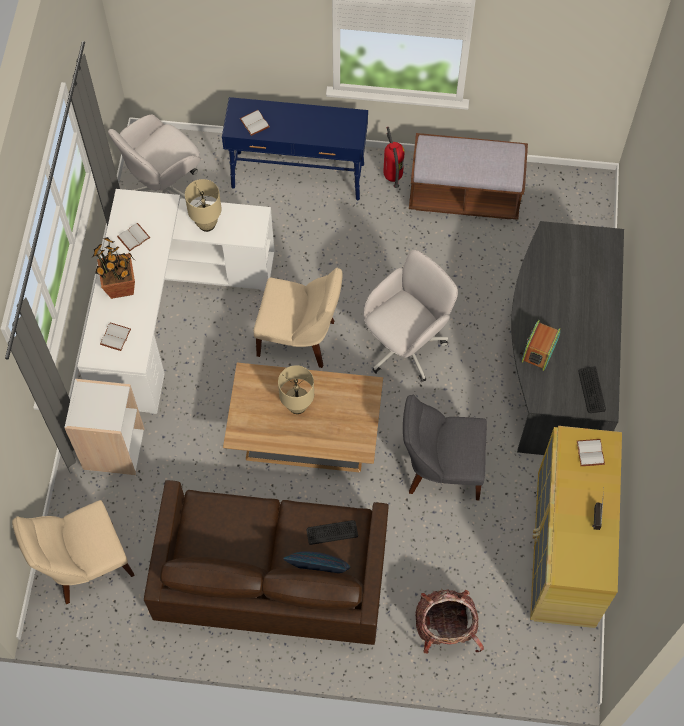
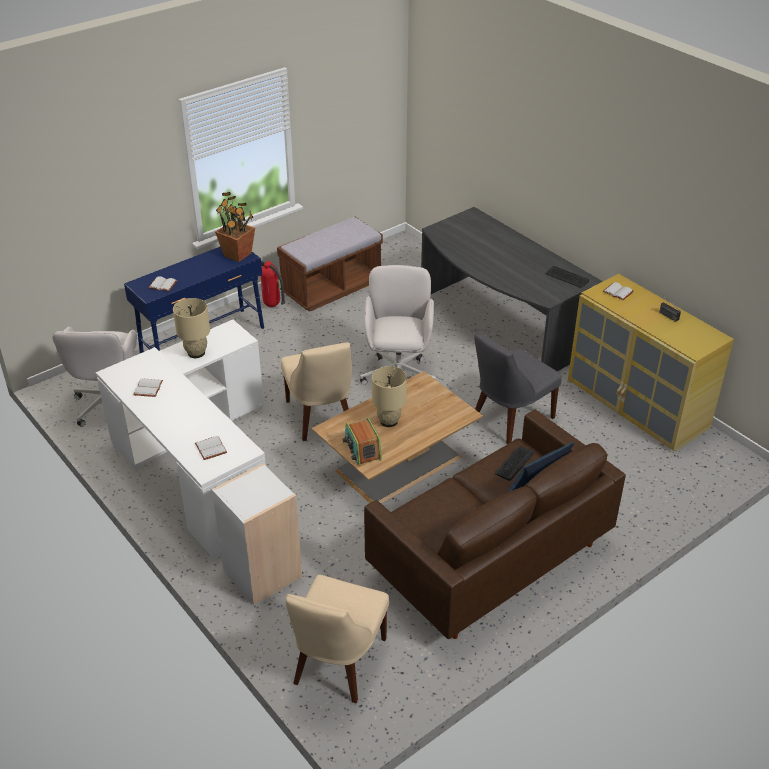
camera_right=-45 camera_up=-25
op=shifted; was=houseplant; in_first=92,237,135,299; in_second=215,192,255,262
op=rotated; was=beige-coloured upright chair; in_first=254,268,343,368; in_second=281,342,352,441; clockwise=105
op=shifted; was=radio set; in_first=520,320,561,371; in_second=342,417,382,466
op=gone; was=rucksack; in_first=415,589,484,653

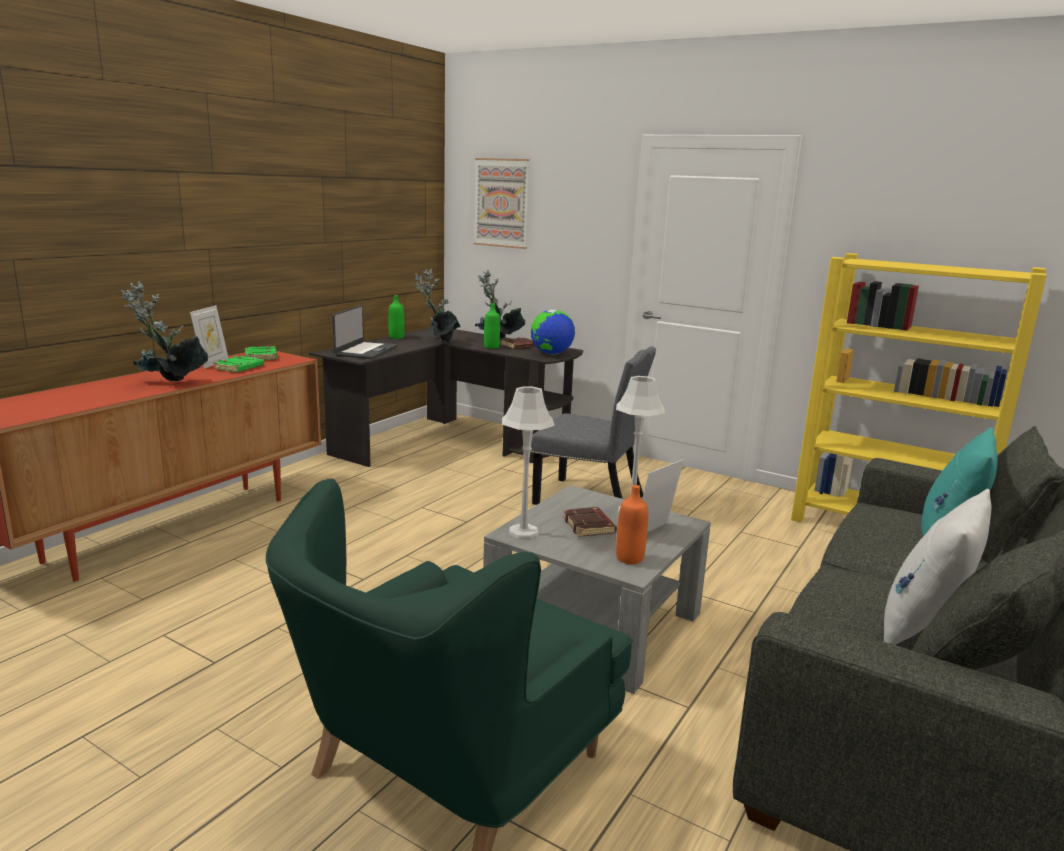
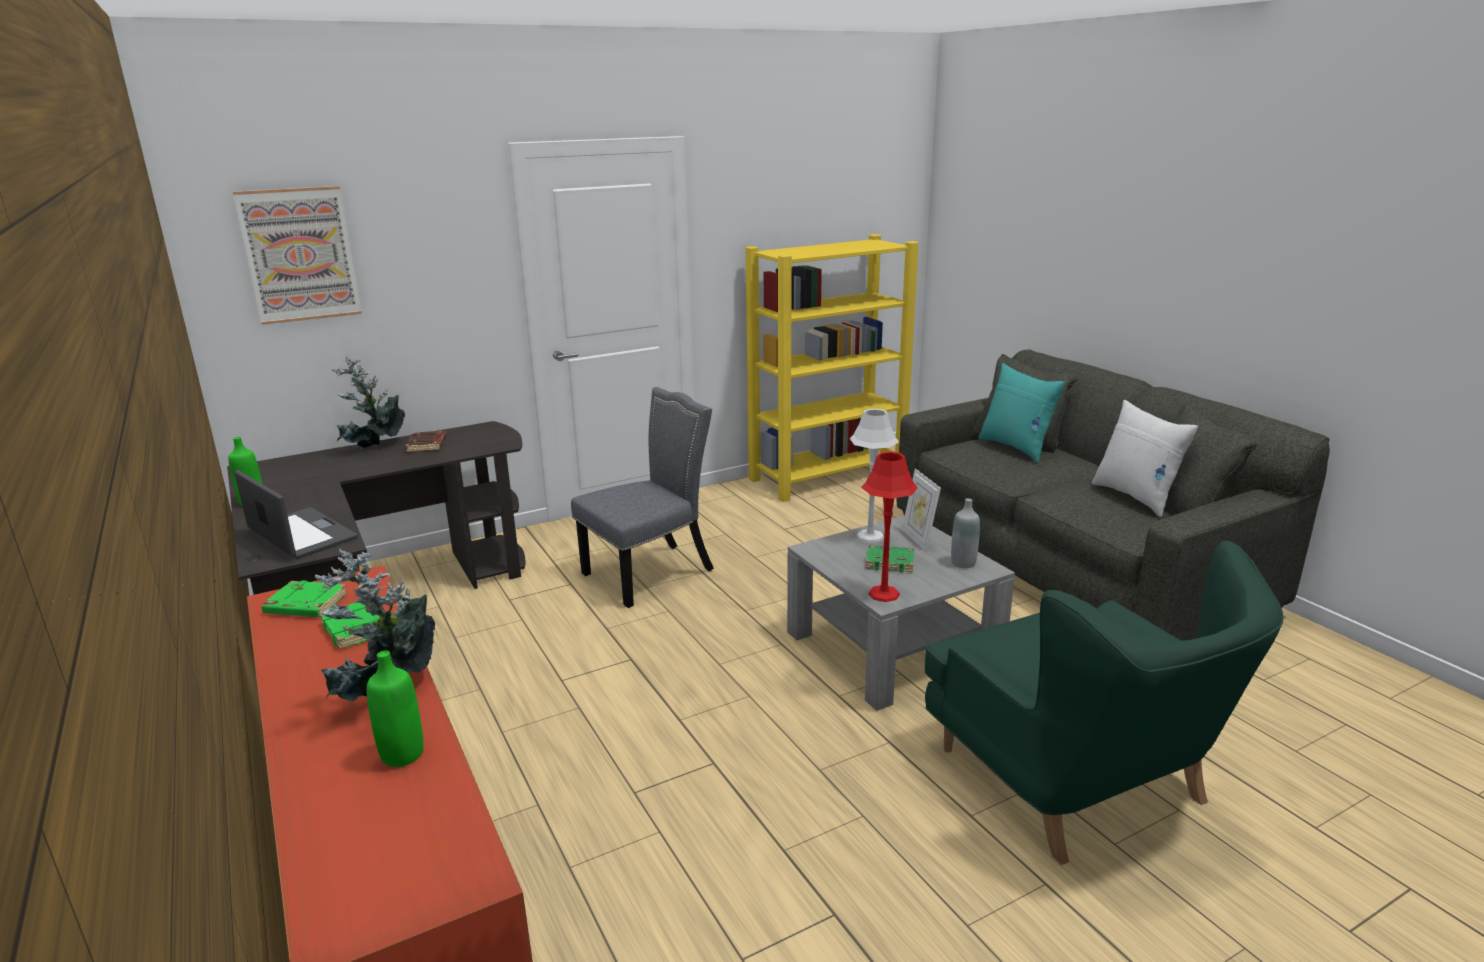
camera_right=-60 camera_up=5
op=shifted; was=greenish bottle; in_first=484,303,500,349; in_second=367,650,424,767
op=repainted; was=grey tabletop lamp; now=reddish tabletop lamp; in_first=502,386,555,538; in_second=861,451,918,602
op=repainted; was=brown-coloured bound book; now=greenish bound book; in_first=563,507,617,537; in_second=865,545,914,572
op=repainted; was=orange-coloured bottle; now=grey bottle; in_first=616,485,648,564; in_second=951,498,980,568
op=gone; was=photo frame; in_first=190,305,229,369
op=gone; was=houseplant; in_first=414,269,460,341
op=gone; was=globe; in_first=531,310,575,354

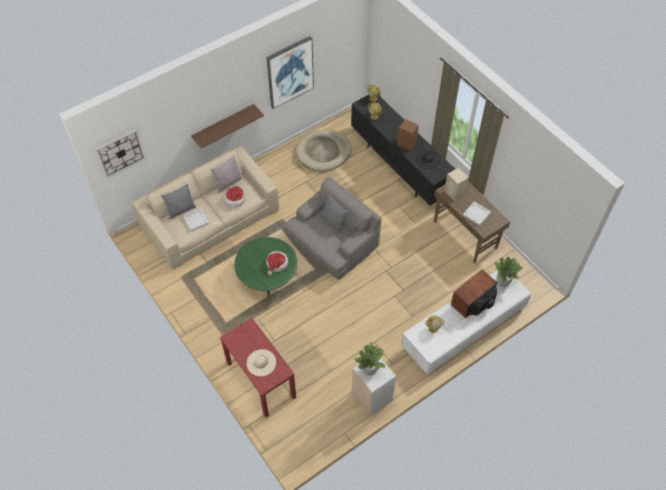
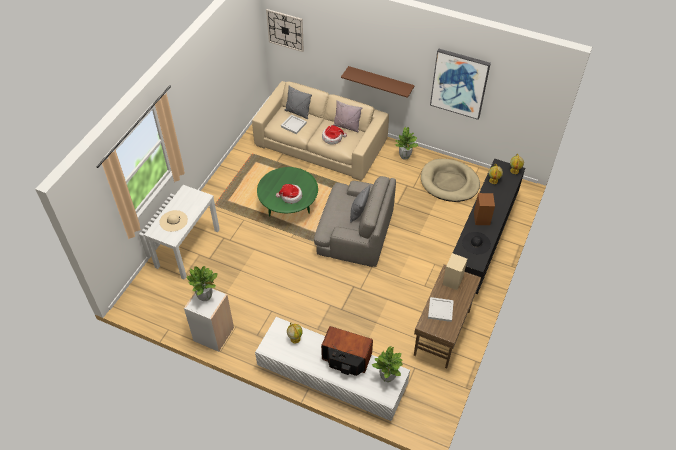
camera_right=60 camera_up=-5
op=repainted; was=reddish hall table; now=whitish hall table; in_first=220,318,296,418; in_second=144,185,220,280
op=new; now=houseplant; in_second=395,127,418,160

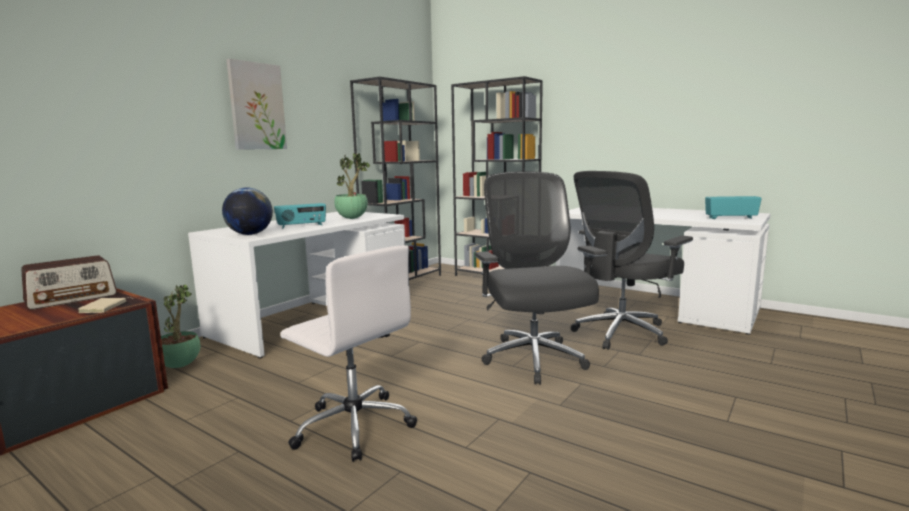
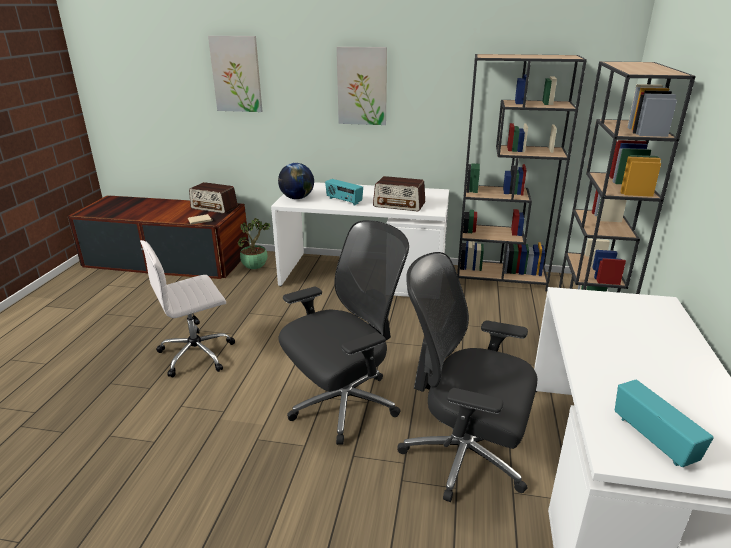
camera_right=65 camera_up=15
op=rotated; was=whitish computer chair; in_first=280,245,417,462; in_second=140,240,235,378; clockwise=45
op=new; now=wall picture; in_second=208,36,262,112
op=swapped; was=houseplant; now=radio set; in_first=334,153,370,219; in_second=373,176,425,211

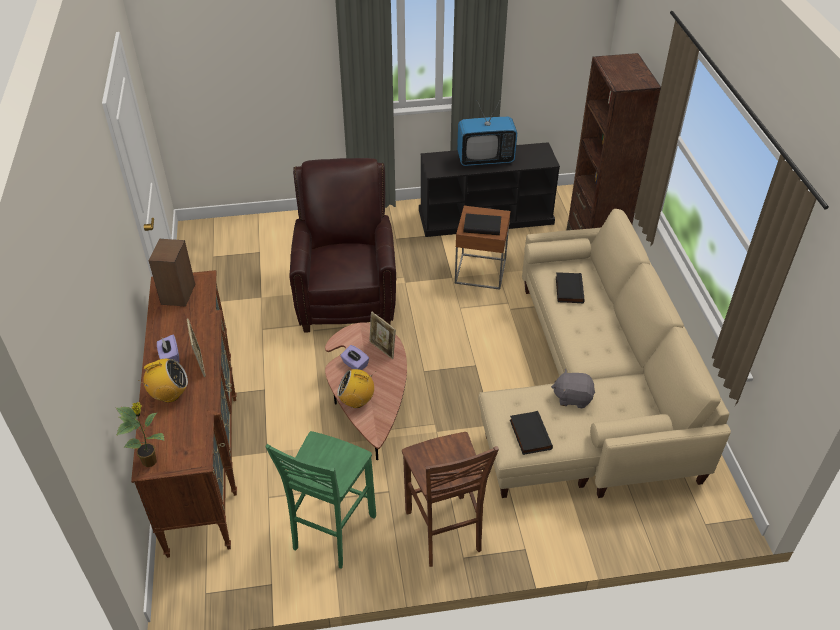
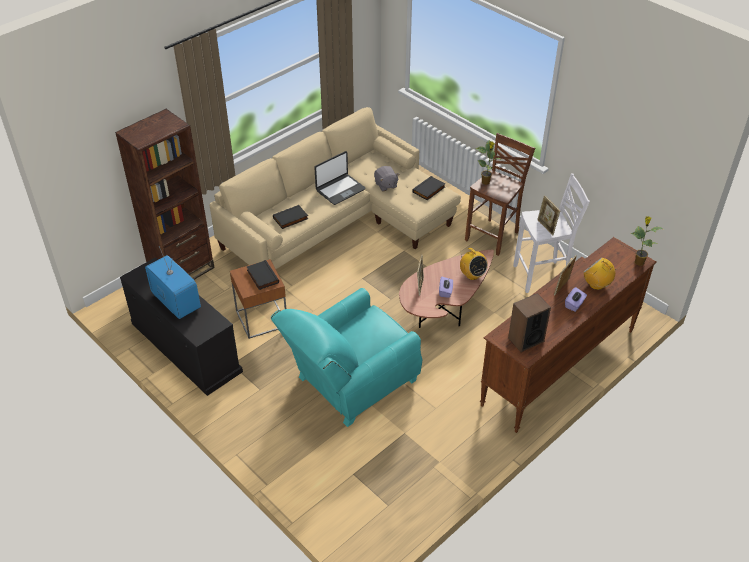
camera_right=-125 camera_up=0
op=repainted; was=brown-coloured lounge chair; now=turquoise-coloured lounge chair; in_first=289,158,397,333; in_second=271,288,422,427
op=new; now=notebook computer; in_second=314,151,366,205
op=new; now=houseplant; in_second=476,140,500,185
op=repainted; was=greenish sitting stool; now=whitish sitting stool; in_first=265,431,376,569; in_second=513,173,590,293
op=new; now=photo frame; in_second=537,195,560,235

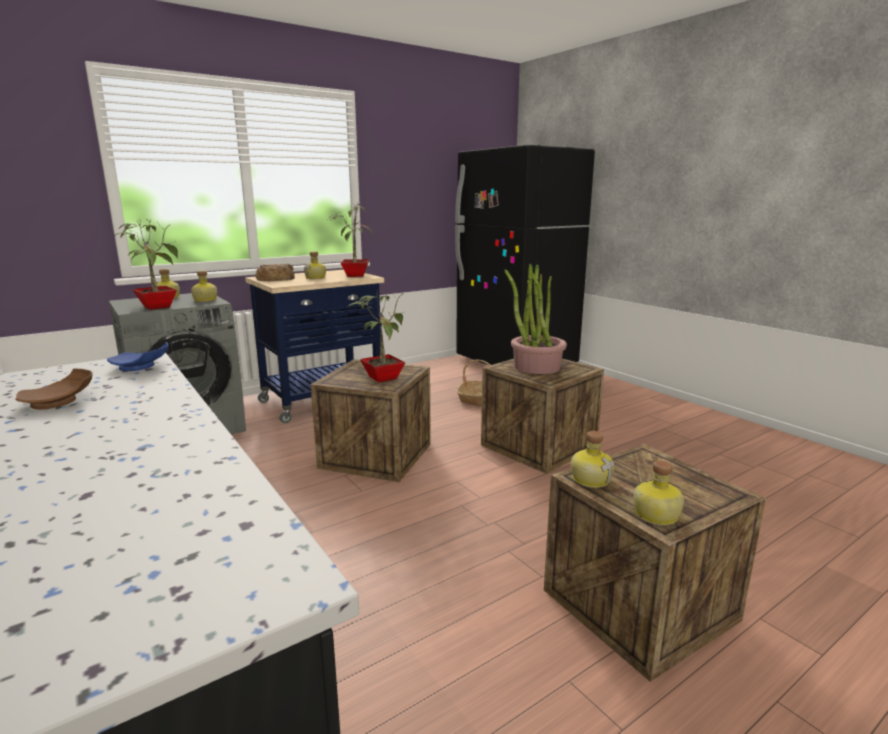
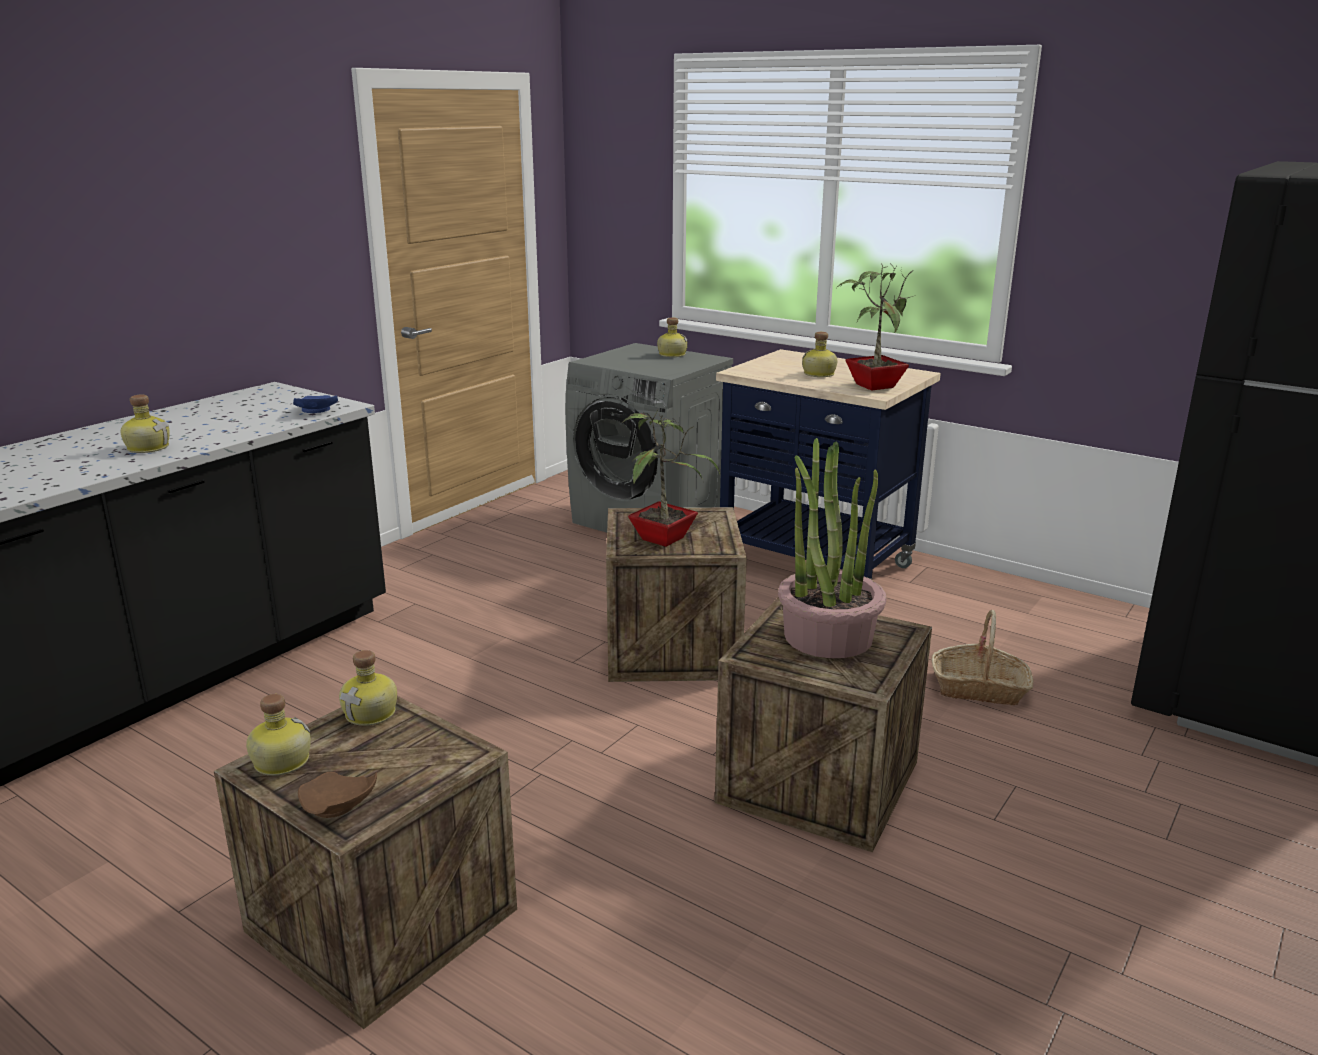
camera_right=70 camera_up=5
op=shifted; was=bottle; in_first=191,271,217,302; in_second=121,395,170,453
op=shifted; was=brown-coloured plate; in_first=15,368,93,410; in_second=298,772,377,818
op=gone; was=houseplant; in_first=112,218,178,310
op=gone; was=bakery bread; in_first=255,264,295,281

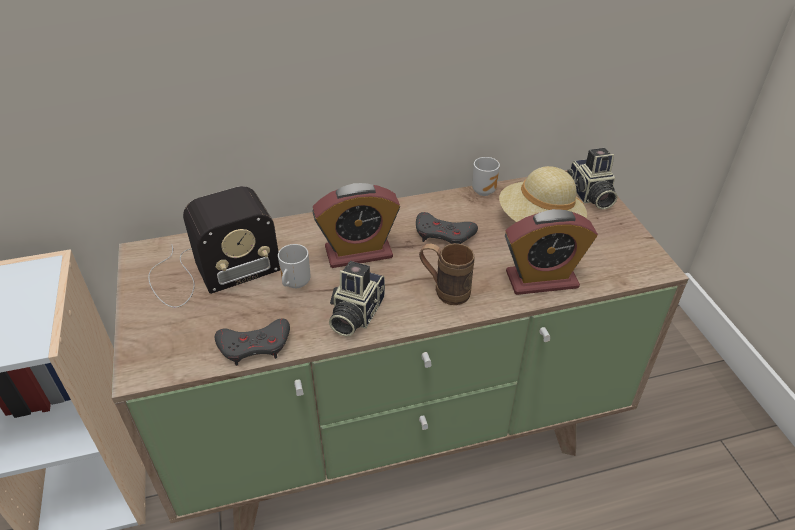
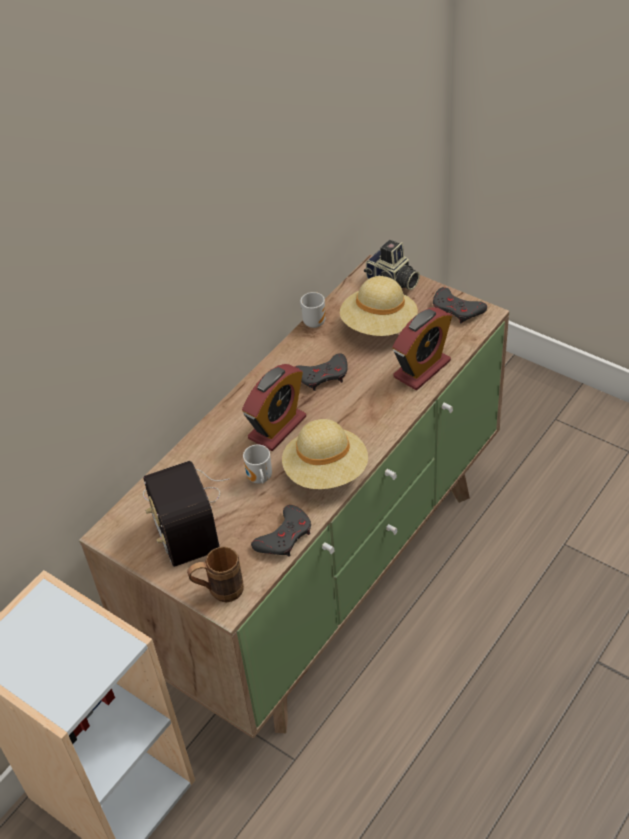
camera_right=-35 camera_up=5
op=rotated; was=radio set; in_first=148,186,280,308; in_second=143,461,230,567; clockwise=135
op=shifted; was=brown-coloured mug; in_first=419,243,475,305; in_second=187,546,244,602
op=swapped; was=photo camera; now=beige-coloured wearable hat; in_first=329,261,385,336; in_second=282,419,368,489
op=new; now=grey gamepad; in_second=433,287,487,324

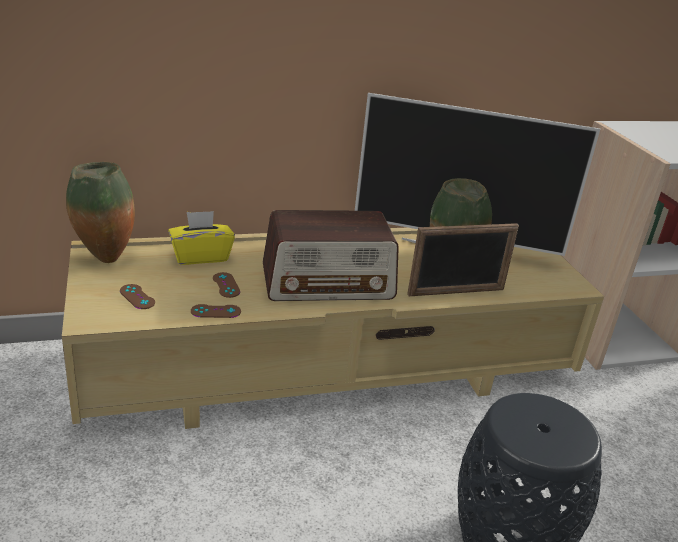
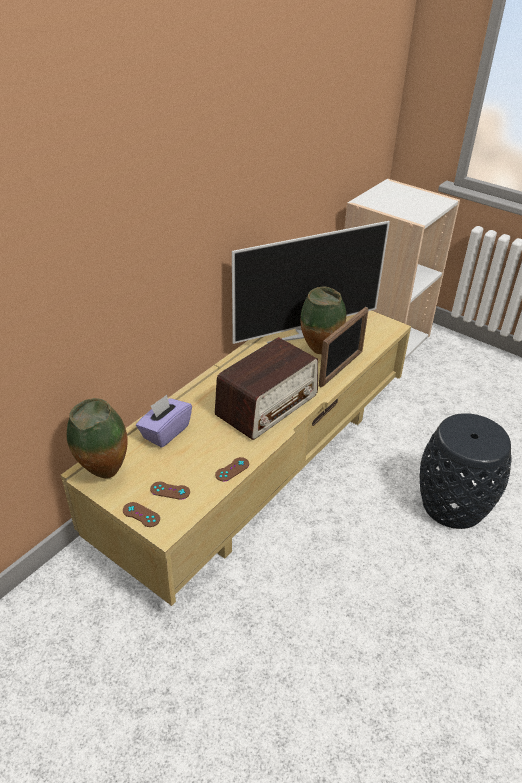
camera_right=-35 camera_up=10
op=shifted; was=brown-coloured gamepad; in_first=213,272,240,298; in_second=123,502,160,527
op=repainted; was=yellow-coloured tissue box; now=purple tissue box; in_first=168,211,235,265; in_second=136,394,192,448

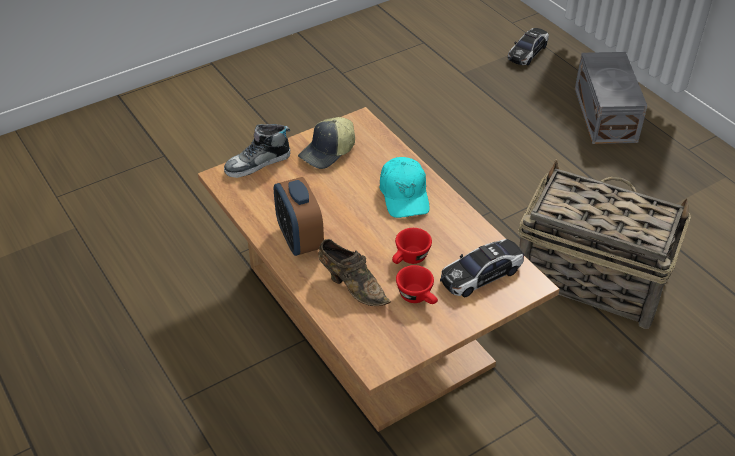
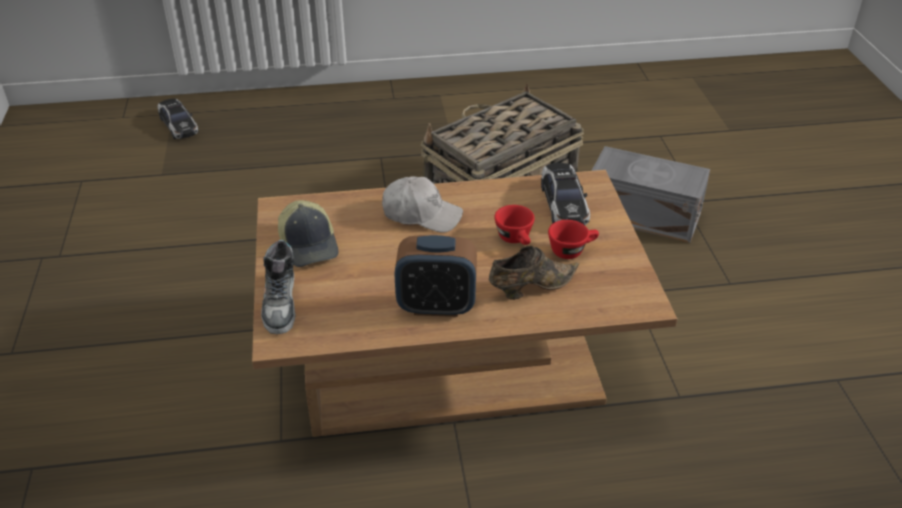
camera_right=-65 camera_up=-5
op=repainted; was=turquoise-coloured peaked cap; now=whitish peaked cap; in_first=379,157,430,218; in_second=382,176,463,233
op=shifted; was=grey storage box; in_first=575,52,647,144; in_second=592,146,710,243

